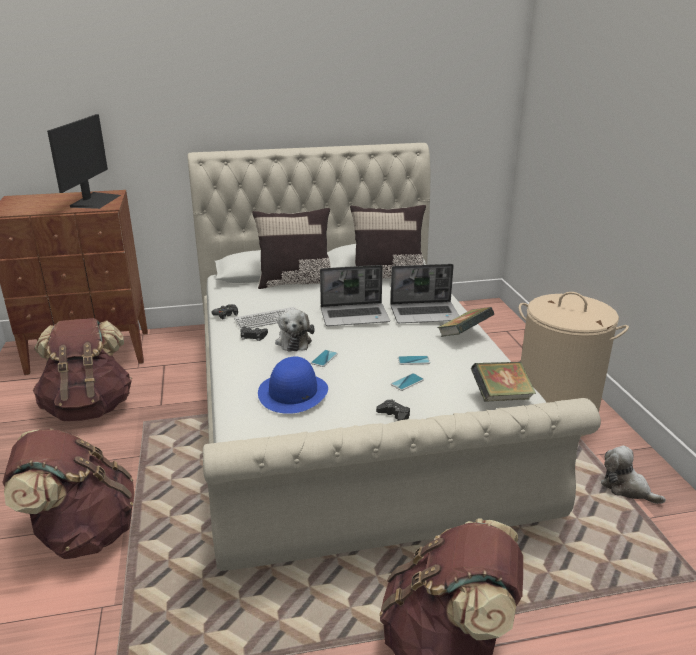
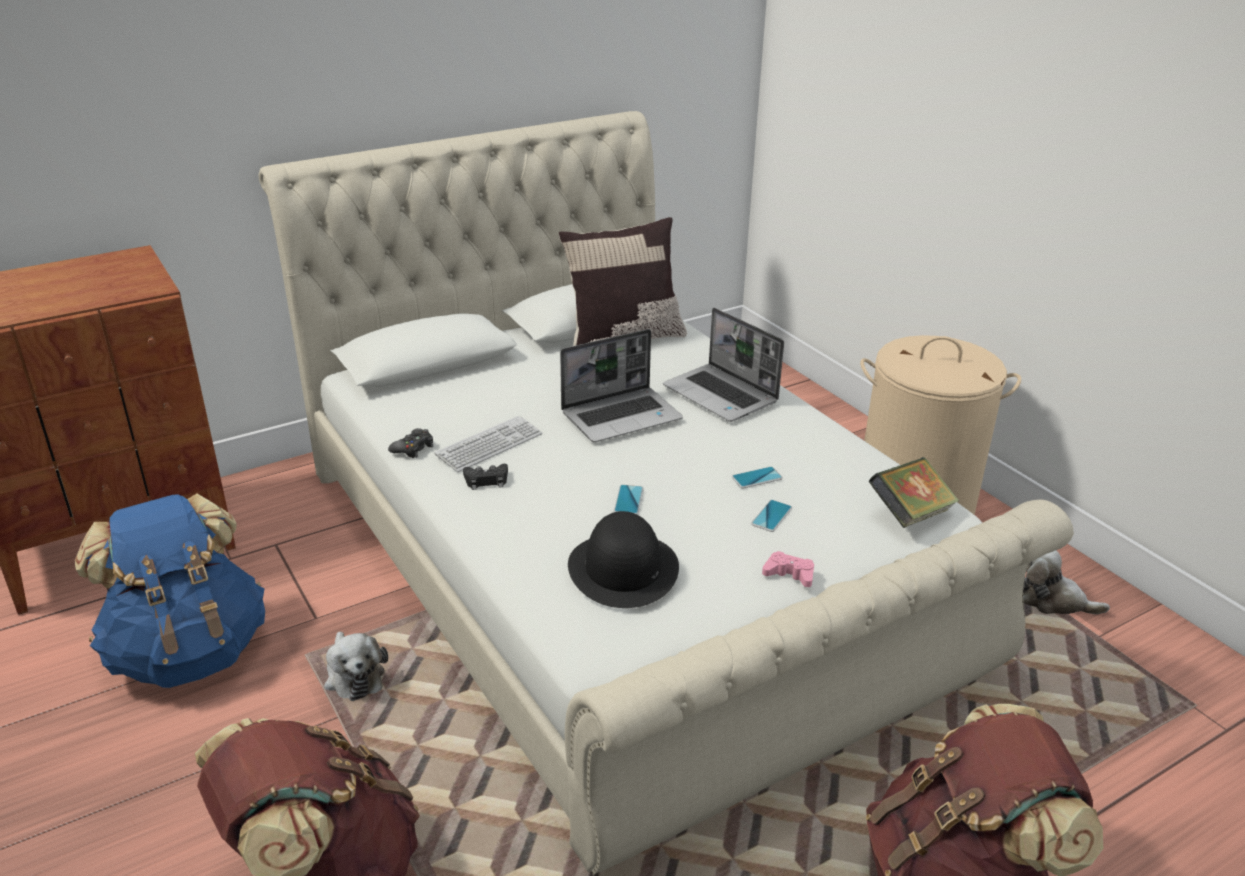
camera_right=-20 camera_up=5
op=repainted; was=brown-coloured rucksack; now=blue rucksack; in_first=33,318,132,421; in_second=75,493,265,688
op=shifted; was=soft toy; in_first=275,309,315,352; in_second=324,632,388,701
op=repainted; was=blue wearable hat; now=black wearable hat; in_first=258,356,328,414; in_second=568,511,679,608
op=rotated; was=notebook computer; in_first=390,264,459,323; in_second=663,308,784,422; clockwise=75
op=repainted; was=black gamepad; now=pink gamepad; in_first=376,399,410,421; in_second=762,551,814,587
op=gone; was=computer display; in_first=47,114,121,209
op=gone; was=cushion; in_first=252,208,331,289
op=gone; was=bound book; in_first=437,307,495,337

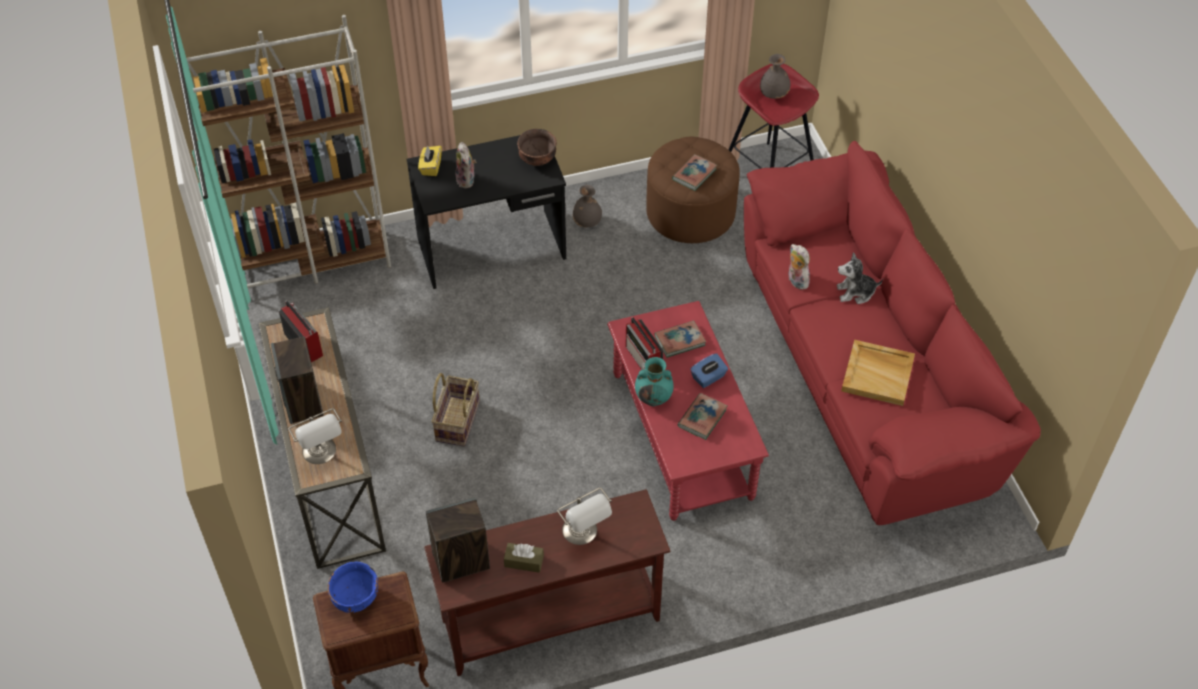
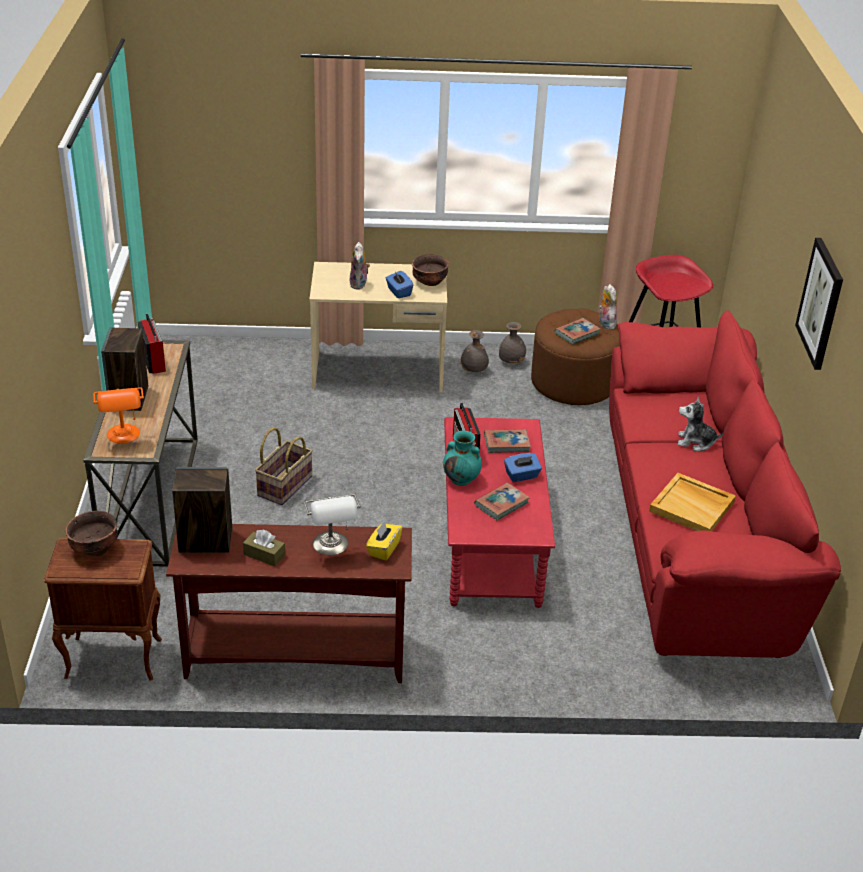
camera_right=15 camera_up=-15
op=repainted; was=blue deep dish; now=brown-coloured deep dish; in_first=328,562,378,613; in_second=65,511,118,556
op=repainted; was=whitish tabletop lamp; now=orange-coloured tabletop lamp; in_first=288,408,342,464; in_second=93,387,144,443
op=repainted; was=black desk; now=beige-coloured desk; in_first=406,135,566,289; in_second=309,262,447,392
op=shifted; was=yellow-coloured tissue box; in_first=418,145,442,176; in_second=366,521,402,560
op=new; now=blue tissue box; in_second=386,271,413,298
op=shifted; was=grey flower vase; in_first=760,54,790,99; in_second=499,322,526,363
op=shifted; was=soft toy; in_first=789,244,810,290; in_second=599,284,617,330
op=new; now=wall picture; in_second=795,238,843,370
op=gone; was=brown-coloured shelving unit; in_first=186,15,391,288

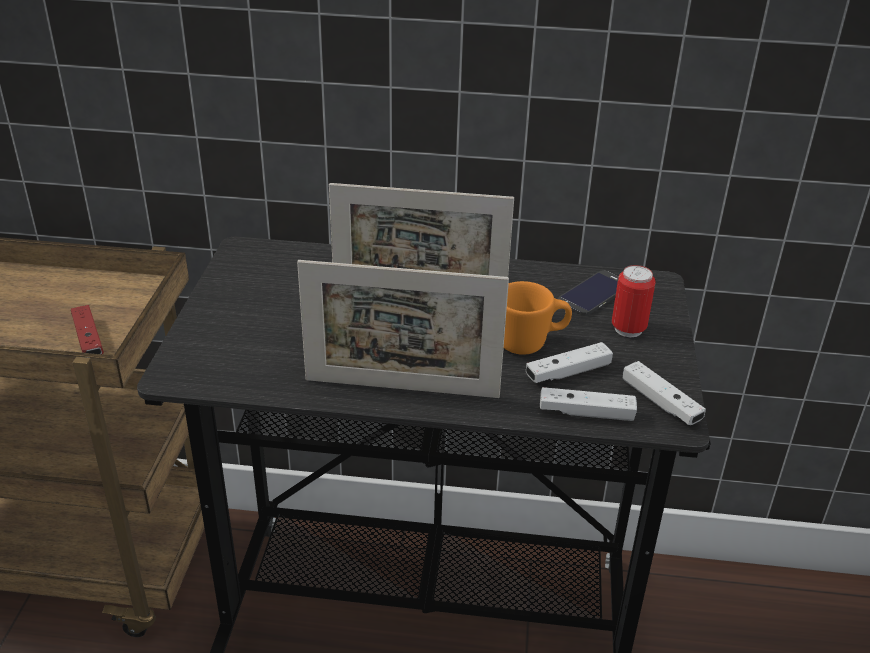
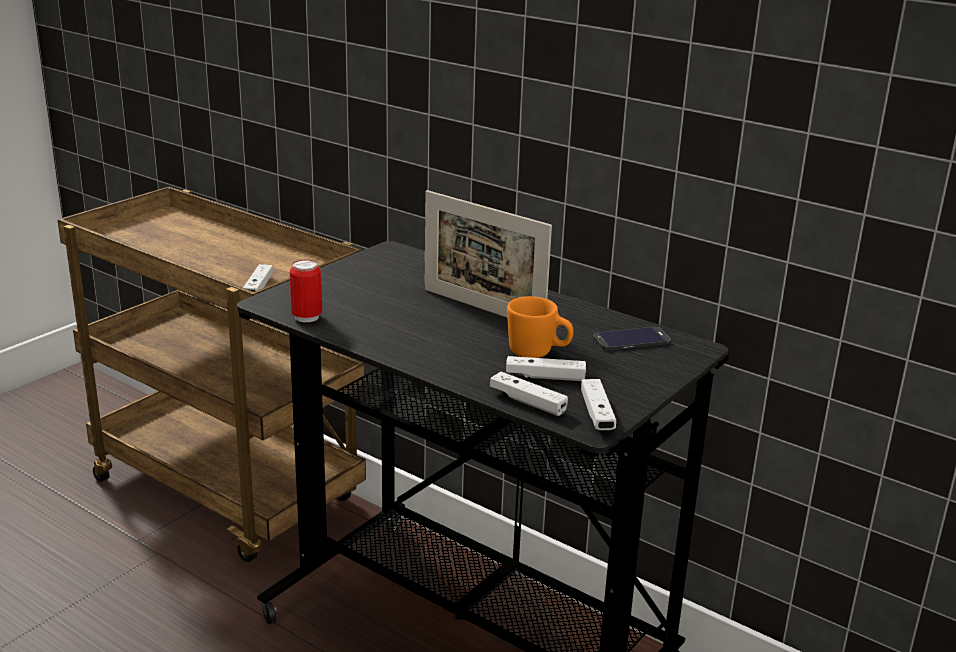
camera_right=30 camera_up=-10
op=repainted; was=reddish gamepad; now=whitish gamepad; in_first=71,305,104,354; in_second=243,264,273,292
op=shifted; was=can; in_first=612,265,656,337; in_second=290,260,322,322
op=gone; was=photo frame; in_first=297,260,509,398

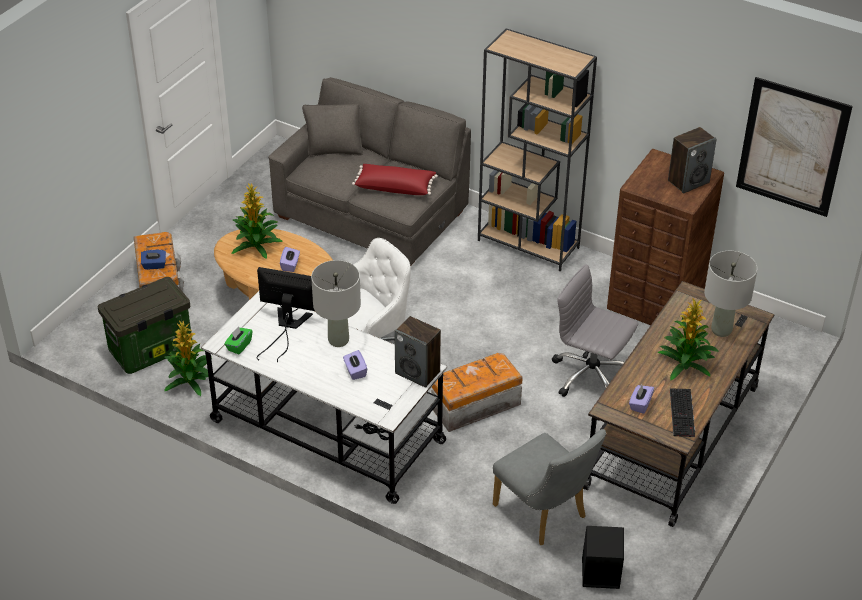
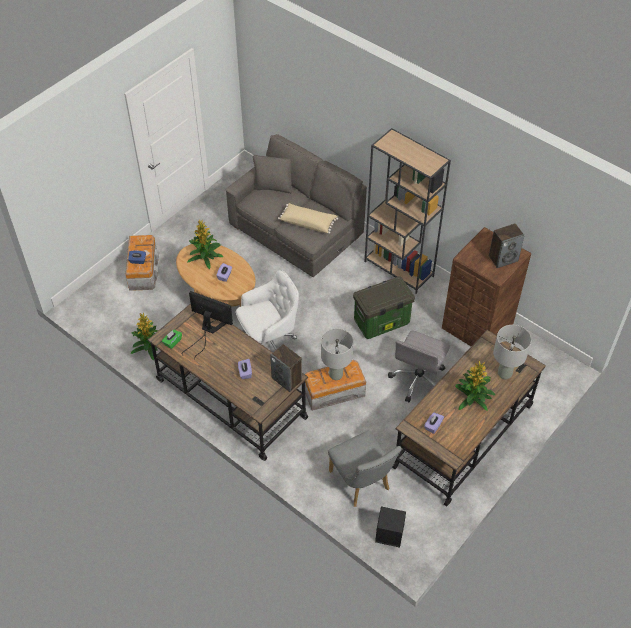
camera_right=10 camera_up=10
op=repainted; was=whitish desk; now=brown-coloured desk; in_first=201,291,447,504; in_second=148,303,308,461
op=repainted; was=reddish cushion; now=beige-coloured cushion; in_first=352,164,438,195; in_second=278,203,338,234
op=shifted; was=grey tabletop lamp; in_first=311,260,361,347; in_second=321,328,353,380
op=shifted; was=storage box; in_first=98,277,192,374; in_second=353,276,415,339
op=rotated; was=grey computer chair; in_first=552,264,638,397; in_second=388,331,450,402; clockwise=-105
op=gone; was=computer keyboard; in_first=670,389,695,437
op=gone; was=wall picture; in_first=736,77,853,217

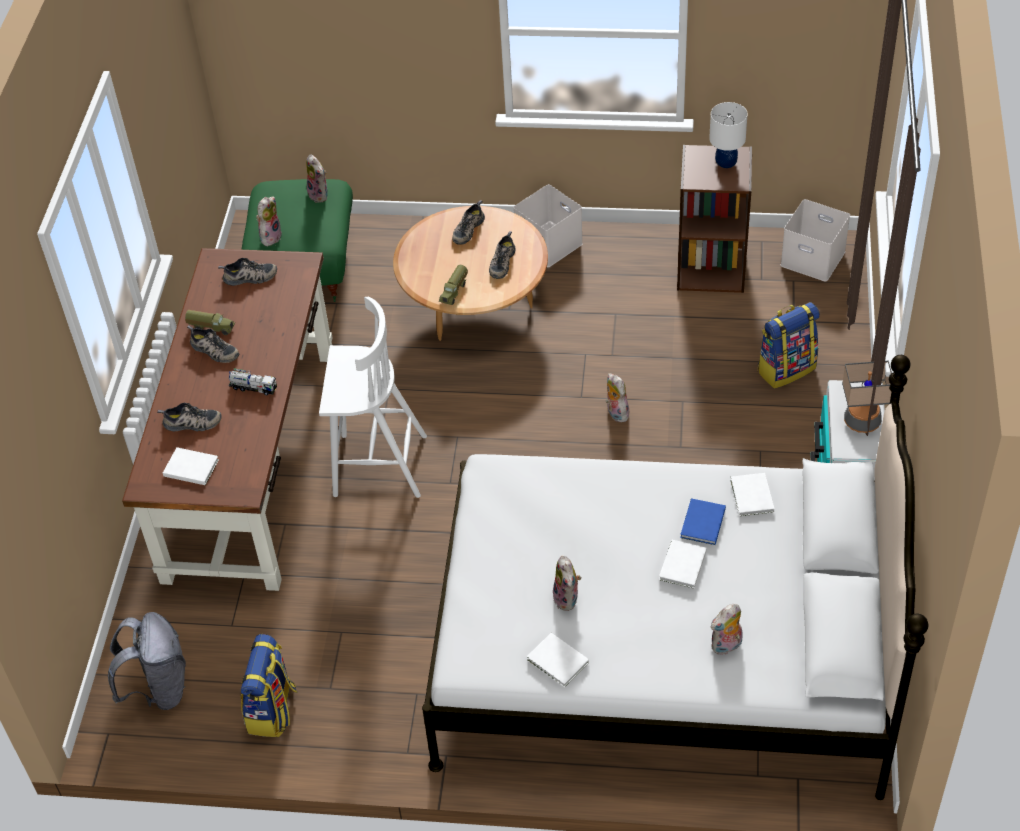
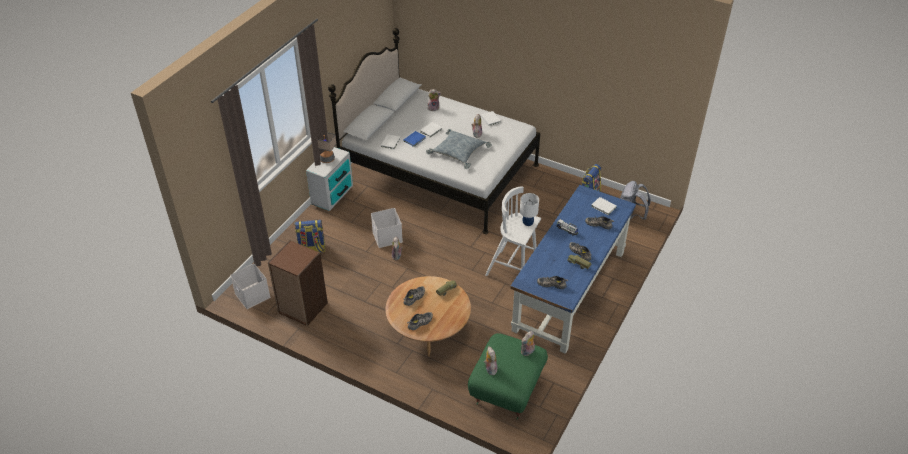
camera_right=-160 camera_up=-5
op=shifted; was=whitish storage box; in_first=513,184,583,267; in_second=371,208,403,248
op=new; now=cushion; in_second=426,129,492,169
op=repainted; was=brown-coloured desk; now=blue desk; in_first=122,248,333,591; in_second=510,185,636,354
op=shifted; was=whitish tabletop lamp; in_first=709,102,748,168; in_second=520,193,539,226

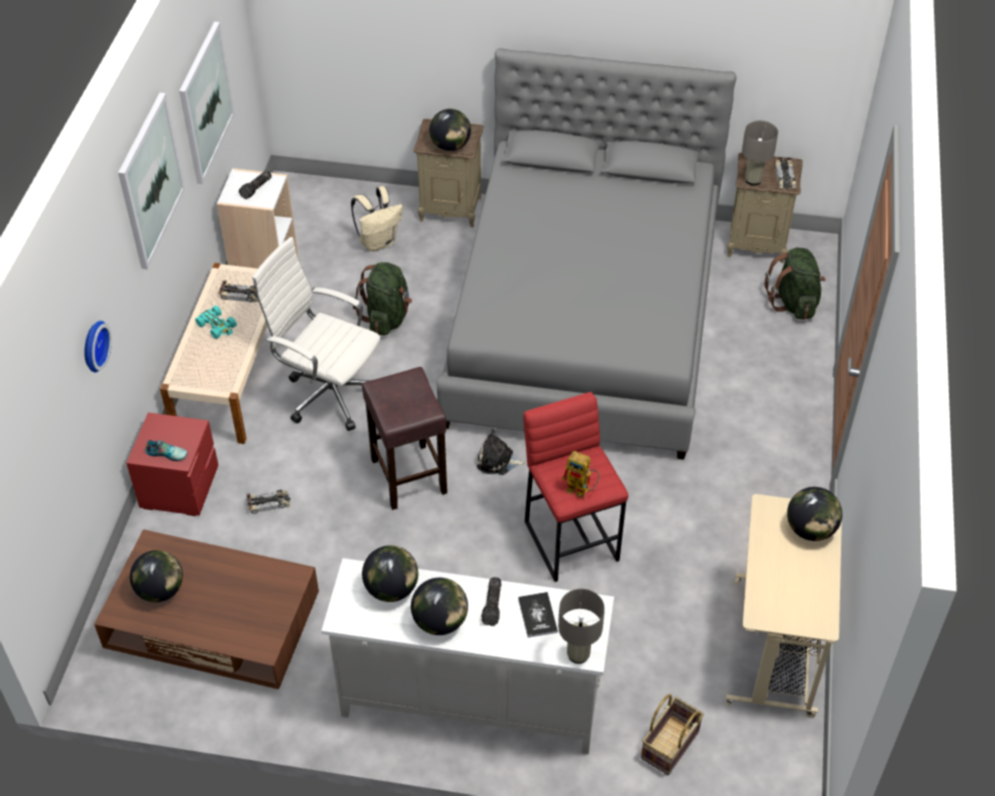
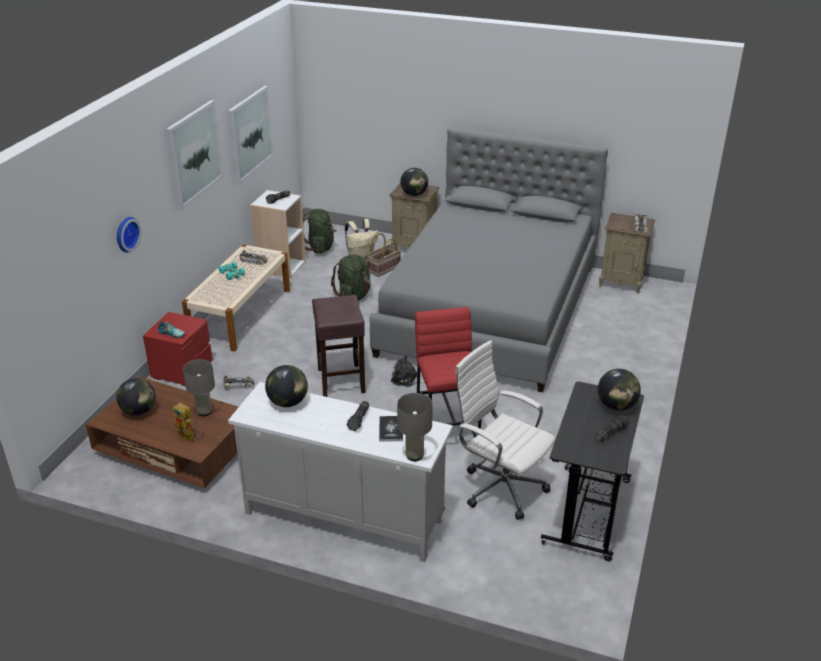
camera_right=10 camera_up=-15
op=shifted; was=model robot; in_first=562,451,600,498; in_second=173,402,201,442
op=shifted; was=grey tabletop lamp; in_first=742,121,778,186; in_second=183,359,215,416
op=shifted; was=greenish rucksack; in_first=765,248,826,320; in_second=303,209,337,254
op=shifted; was=storage basket; in_first=641,694,704,775; in_second=366,233,401,277
op=shifted; was=whitish computer chair; in_first=252,237,380,431; in_second=456,340,555,520
op=repainted; was=beige-coloured desk; now=black desk; in_first=726,494,842,717; in_second=541,382,644,561
op=new; now=flashlight; in_second=595,415,629,442
op=gone; was=globe; in_first=411,578,468,635

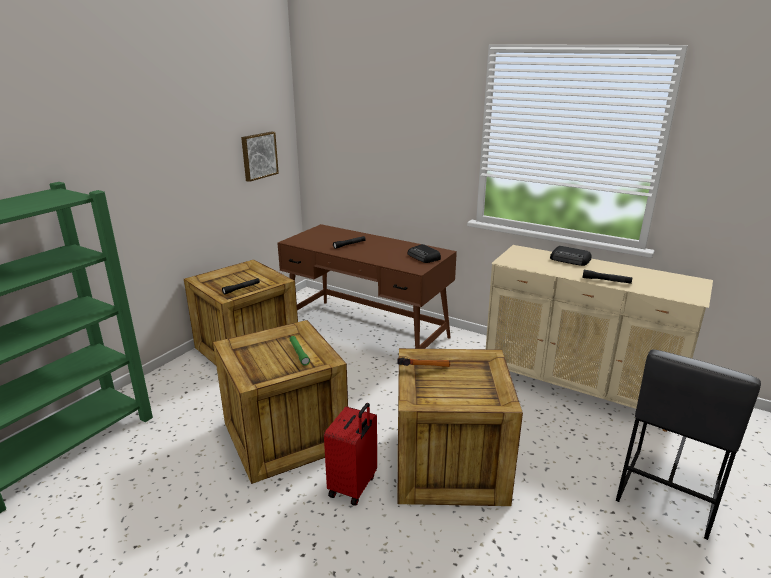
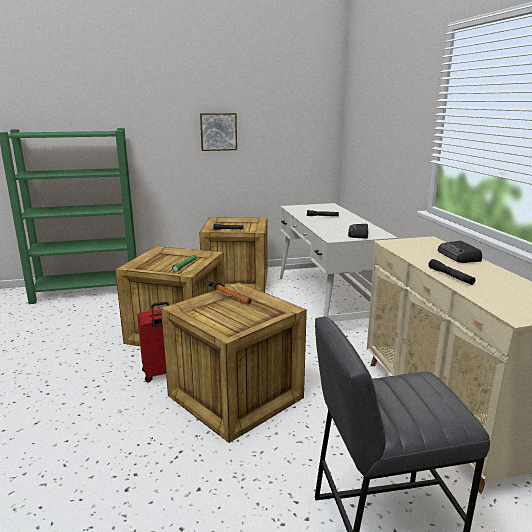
camera_right=45 camera_up=-5
op=shifted; was=wall picture; in_first=241,131,279,182; in_second=200,113,237,151
op=repainted; was=brown-coloured desk; now=whitish desk; in_first=278,224,457,349; in_second=280,203,398,322

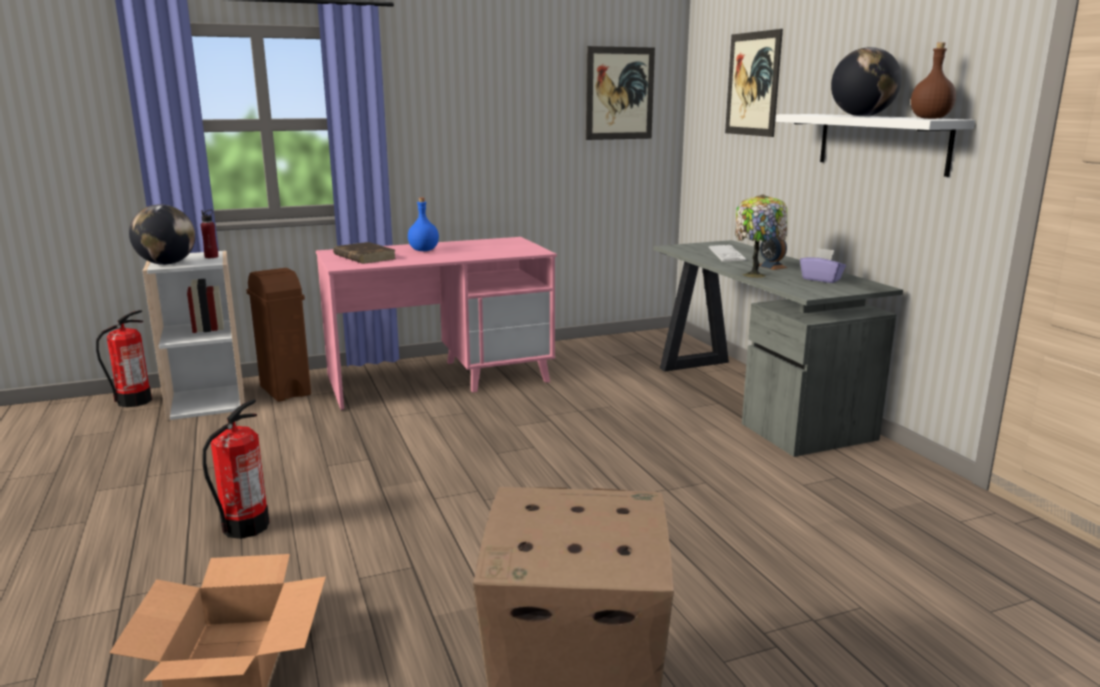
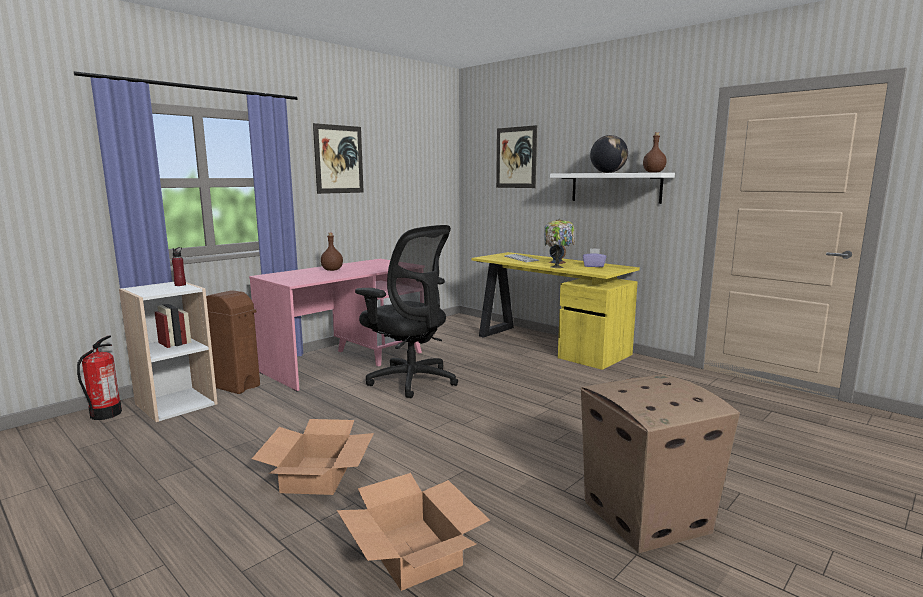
camera_right=-25 camera_up=-5
op=swapped; was=fire-fighting cylinder; now=packing box; in_first=202,399,269,539; in_second=252,419,374,495
op=shifted; was=wall picture; in_first=586,46,655,140; in_second=313,123,364,194
op=repainted; was=blue bottle; now=brown-coloured bottle; in_first=408,197,439,251; in_second=321,233,343,271
op=new; now=black computer chair; in_second=355,225,458,398
op=repainted; was=grey desk; now=yellow-coloured desk; in_first=654,240,903,457; in_second=471,252,640,370
op=gone; was=globe; in_first=129,204,195,265
op=gone; was=brown-coloured bound book; in_first=333,242,396,264

